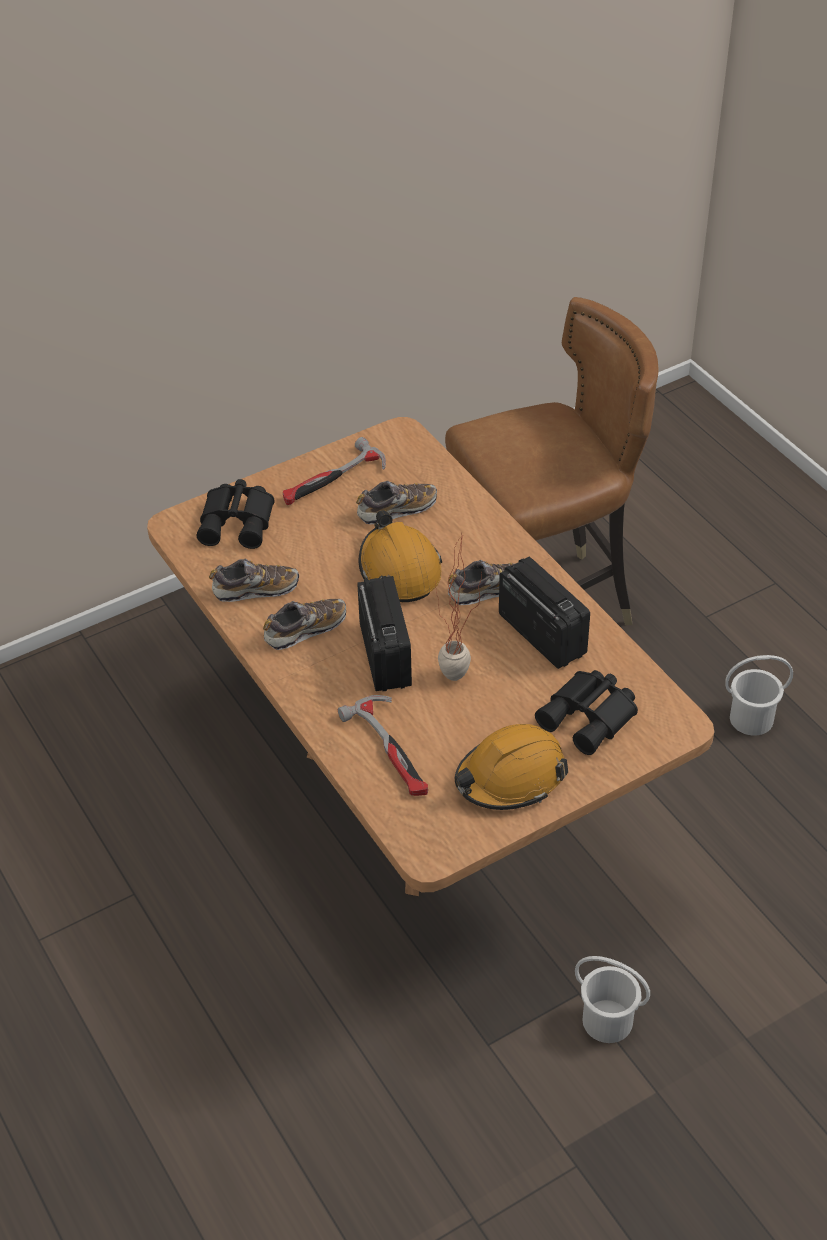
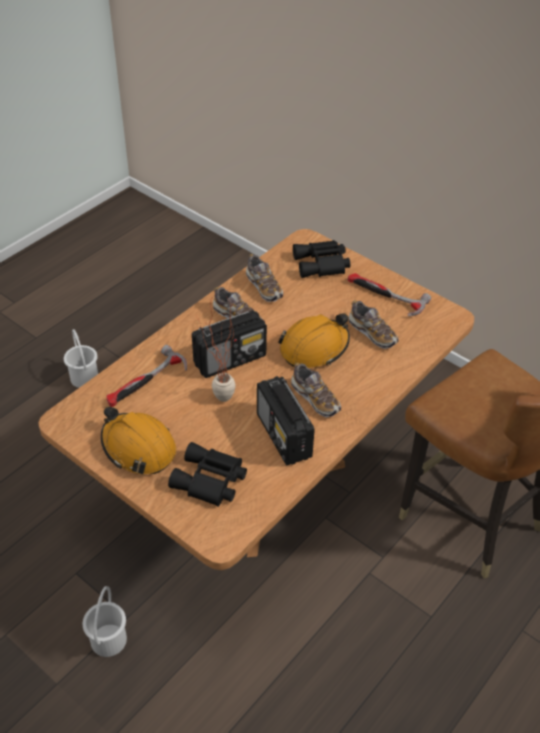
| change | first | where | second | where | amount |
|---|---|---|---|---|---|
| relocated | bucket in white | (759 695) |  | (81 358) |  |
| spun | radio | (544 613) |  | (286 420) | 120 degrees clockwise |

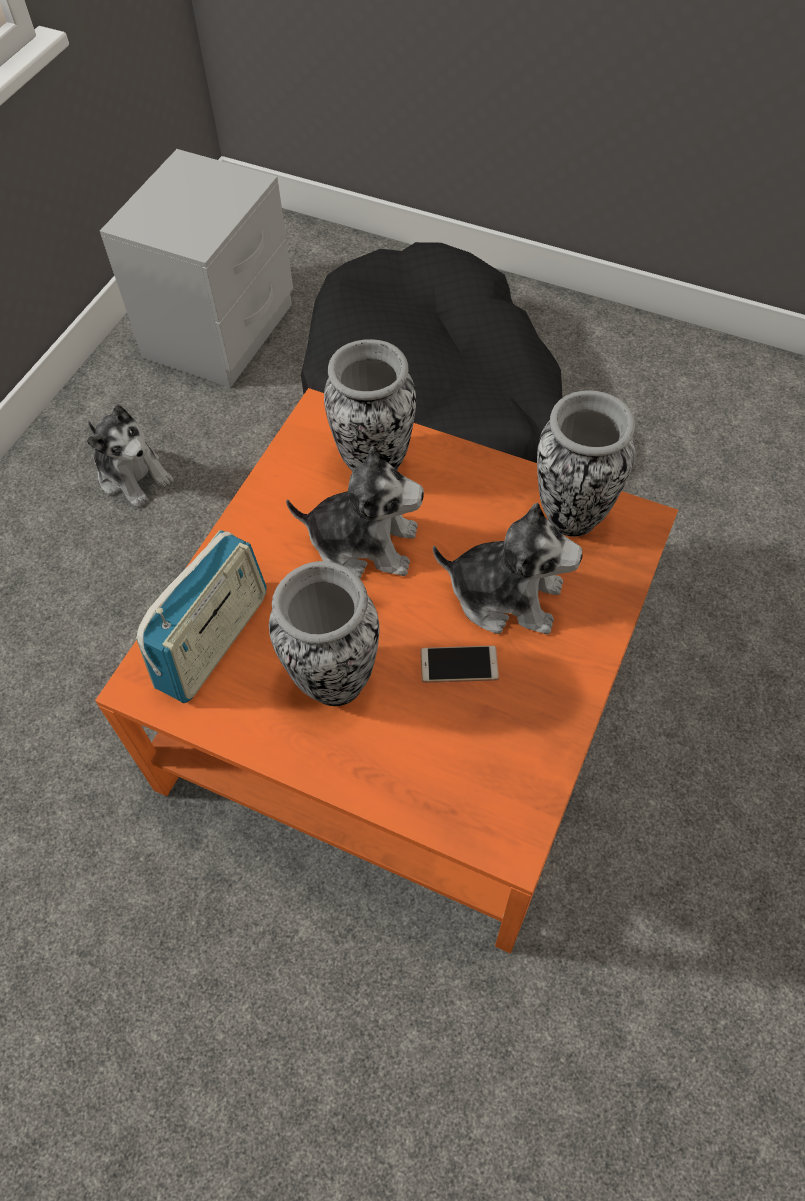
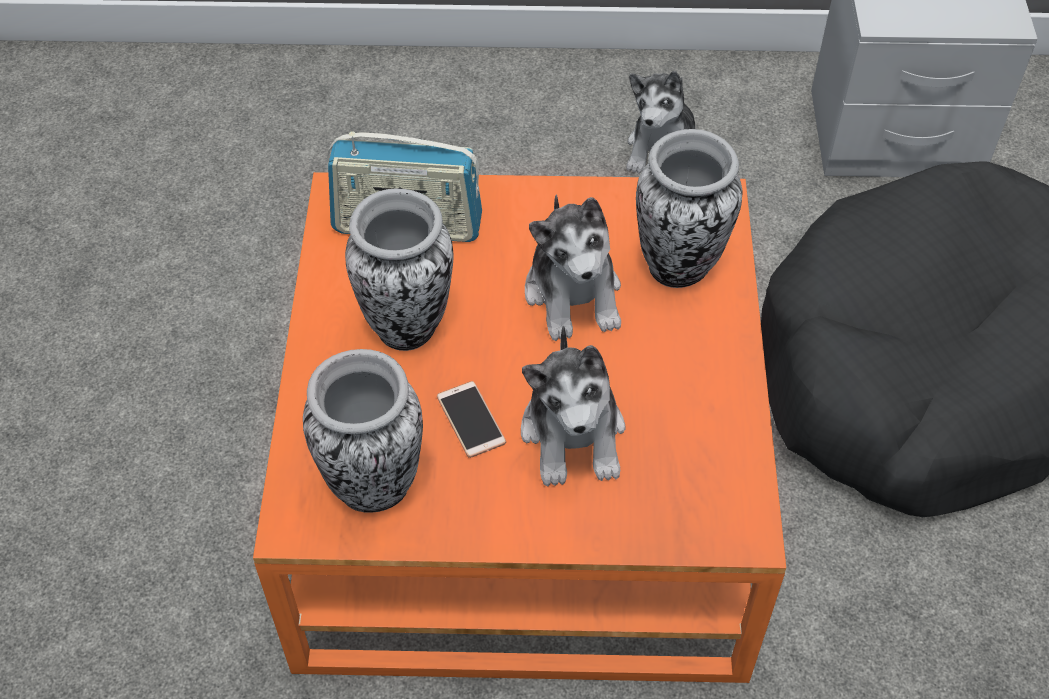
| change | first | where | second | where | amount |
|---|---|---|---|---|---|
| relocated | vase | (586 463) |  | (363 431) |  |

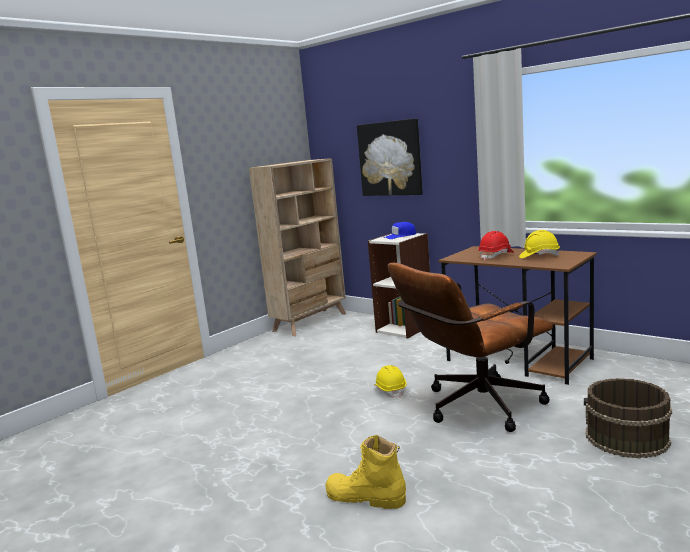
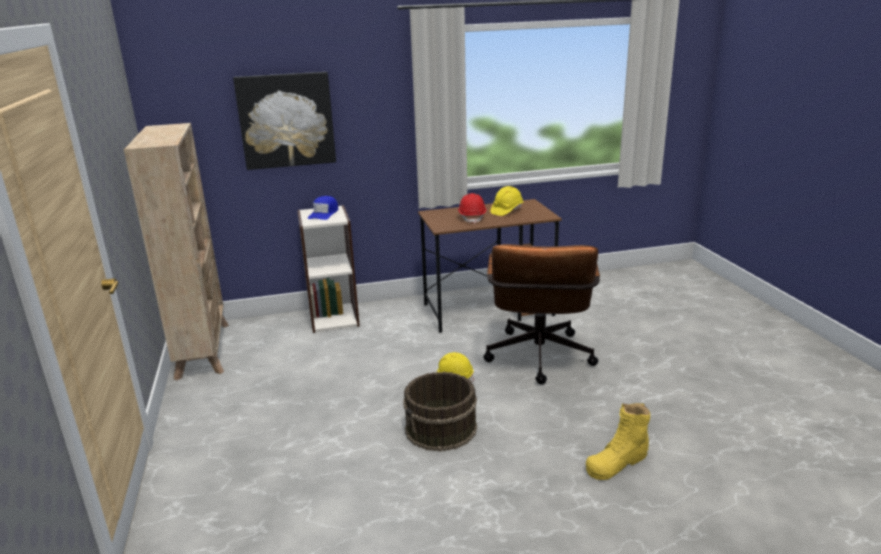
| change | first | where | second | where | amount |
|---|---|---|---|---|---|
| relocated | bucket in brown | (628 418) |  | (440 412) |  |

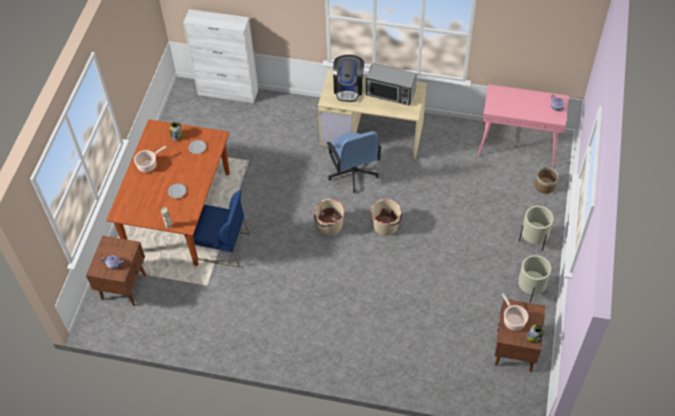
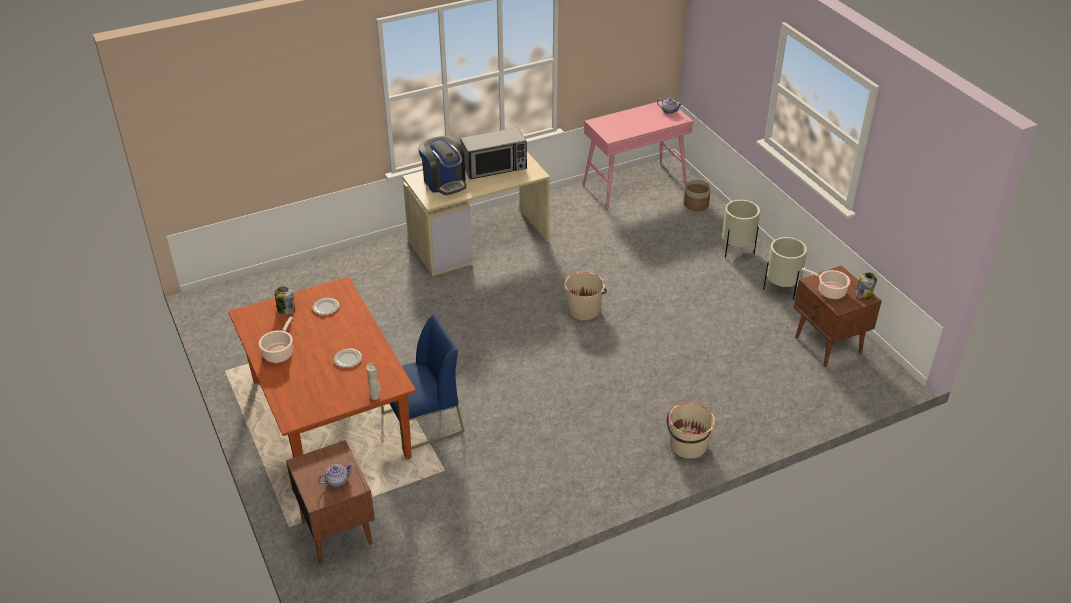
| change | first | where | second | where | amount |
|---|---|---|---|---|---|
| missing | cabinet in white | (220 56) |  |  |  |
| missing | office chair in blue | (354 161) |  |  |  |
| relocated | bucket in beige | (329 217) |  | (691 430) |  |

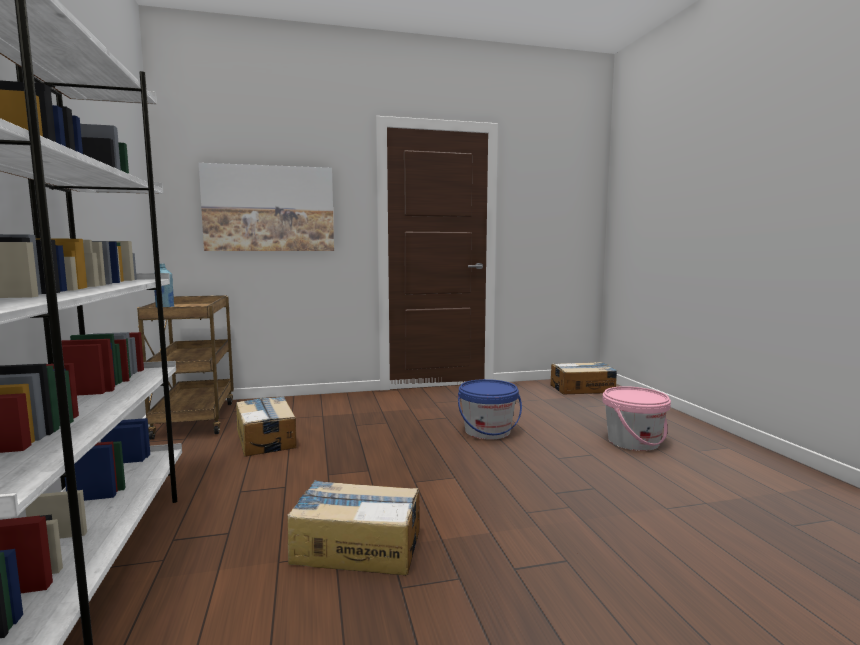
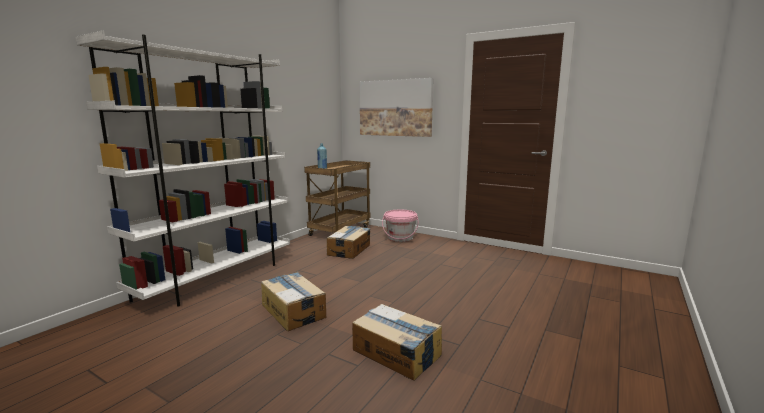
| change | first | where | second | where | amount |
|---|---|---|---|---|---|
| missing | bucket in blue | (490 409) |  |  |  |
| relocated | cardboard box | (584 378) |  | (397 342) |  |
| relocated | bucket in pink | (636 418) |  | (400 226) |  |

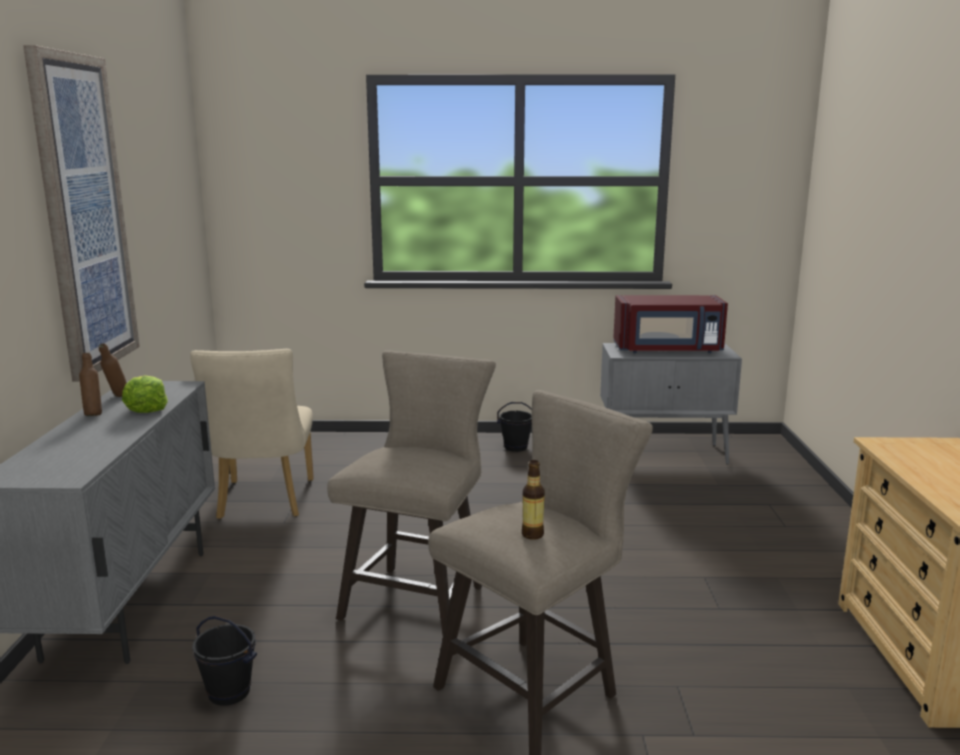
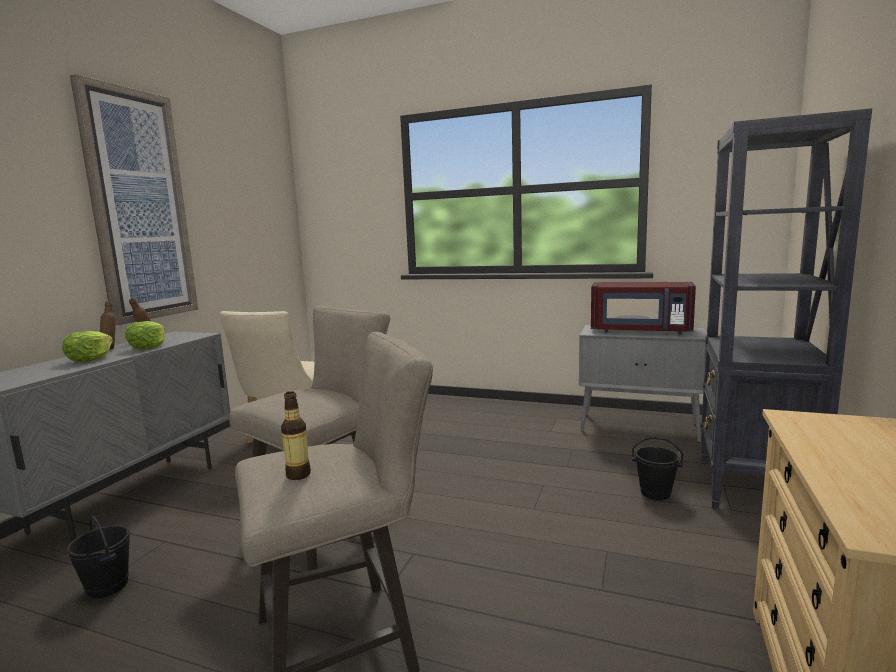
| change | first | where | second | where | amount |
|---|---|---|---|---|---|
| appeared |  |  | lettuce | (87 346) |  |
| appeared |  |  | bookcase in black | (786 308) |  |
| relocated | bucket in black | (514 427) |  | (657 468) |  |

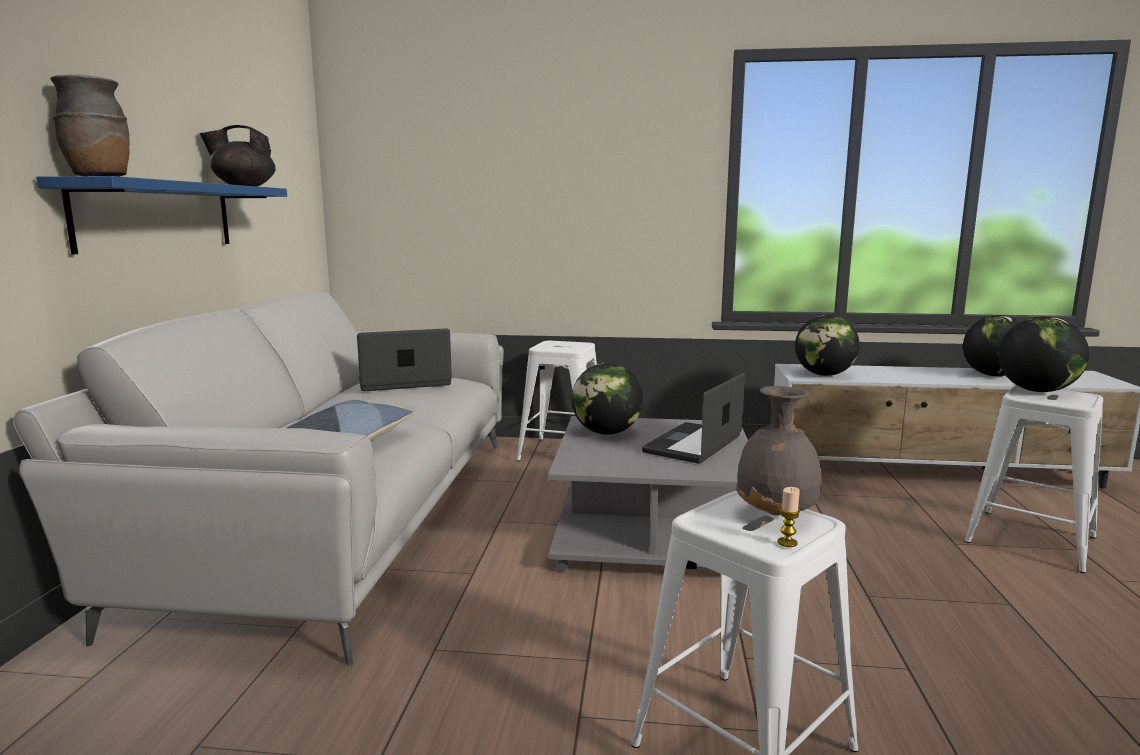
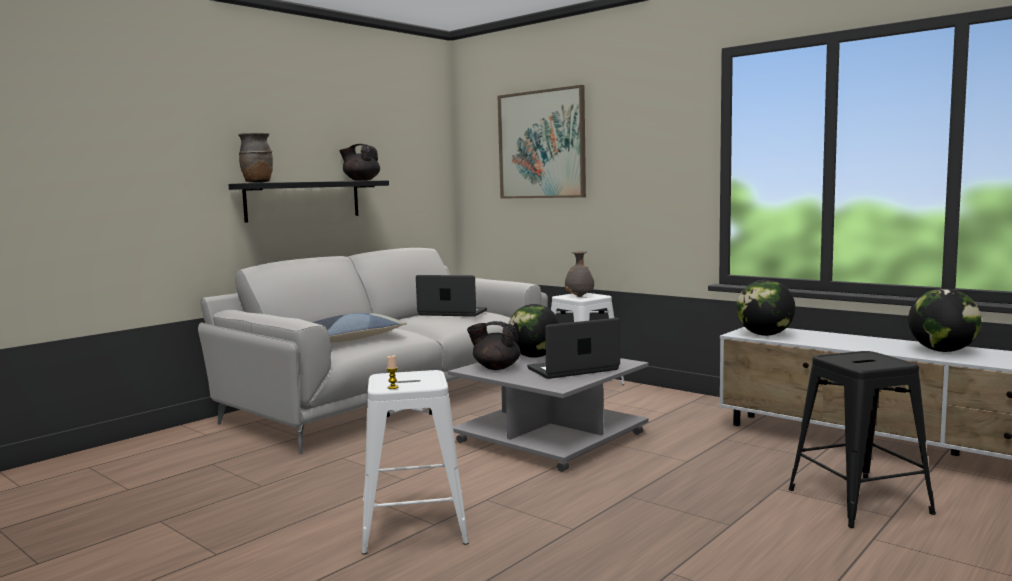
| change | first | where | second | where | amount |
|---|---|---|---|---|---|
| missing | globe | (1043 354) |  |  |  |
| appeared |  |  | teapot in black | (494 345) |  |
| appeared |  |  | picture | (542 142) |  |
| relocated | vase in grey | (779 450) |  | (579 274) |  |
| colour | shelf in blue | (161 215) | shelf in black | (308 201) |  |
| colour | stool in white | (1034 479) | stool in black | (862 439) |  |

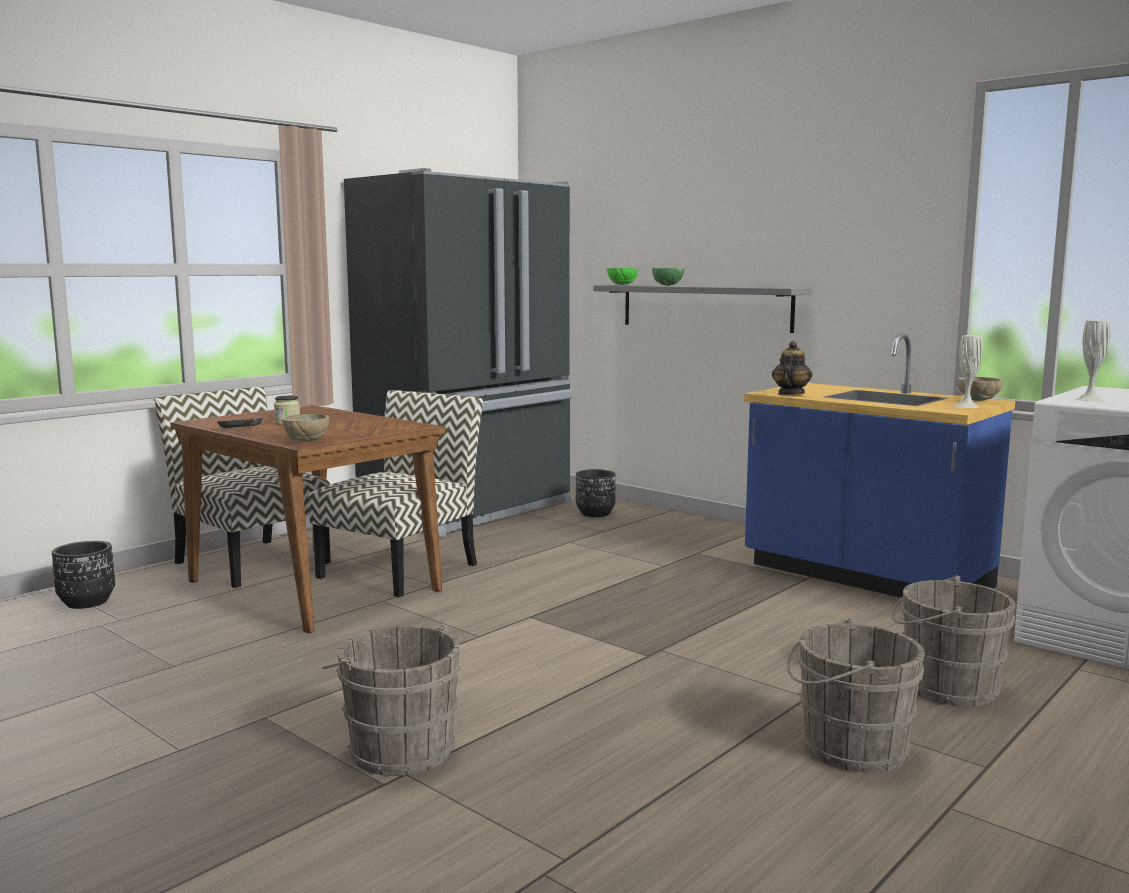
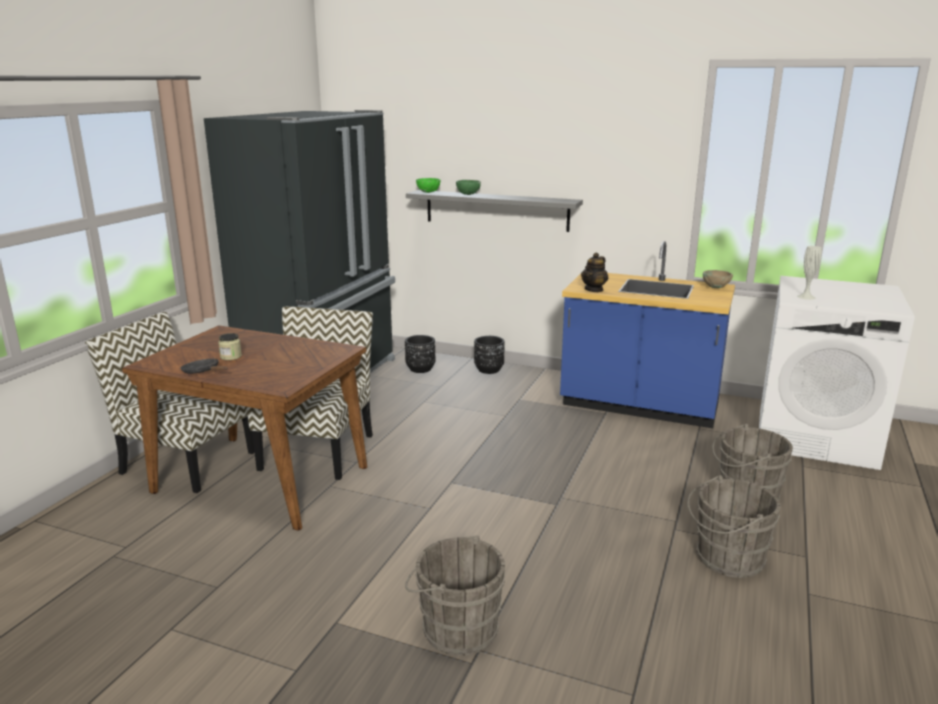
| change | first | where | second | where | amount |
|---|---|---|---|---|---|
| missing | bowl in beige | (305 428) |  |  |  |
| missing | vase in white | (968 371) |  |  |  |
| relocated | planter in black | (83 575) |  | (489 355) |  |
| spun | teapot | (792 368) |  | (594 272) | 150 degrees counterclockwise |

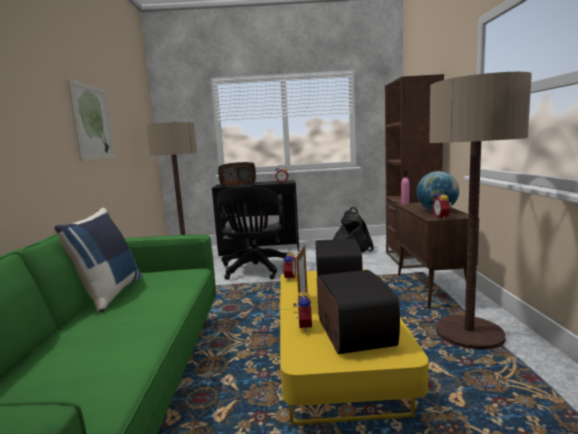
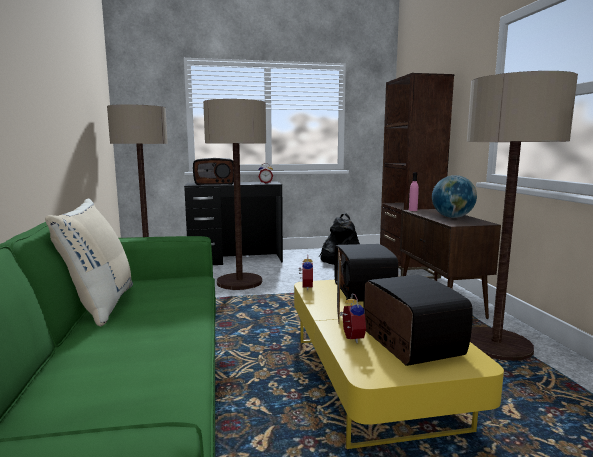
| change | first | where | second | where | amount |
|---|---|---|---|---|---|
| missing | picture | (91 119) |  |  |  |
| missing | alarm clock | (442 204) |  |  |  |
| exchanged | office chair in black | (255 233) | floor lamp | (234 194) |  |
| colour | pillow in blue | (98 260) | pillow in beige | (89 262) |  |

